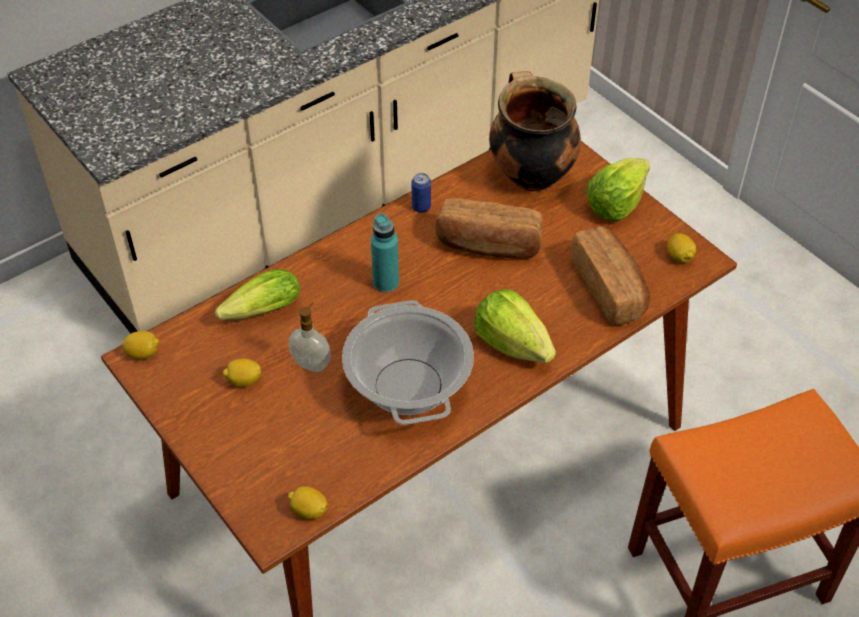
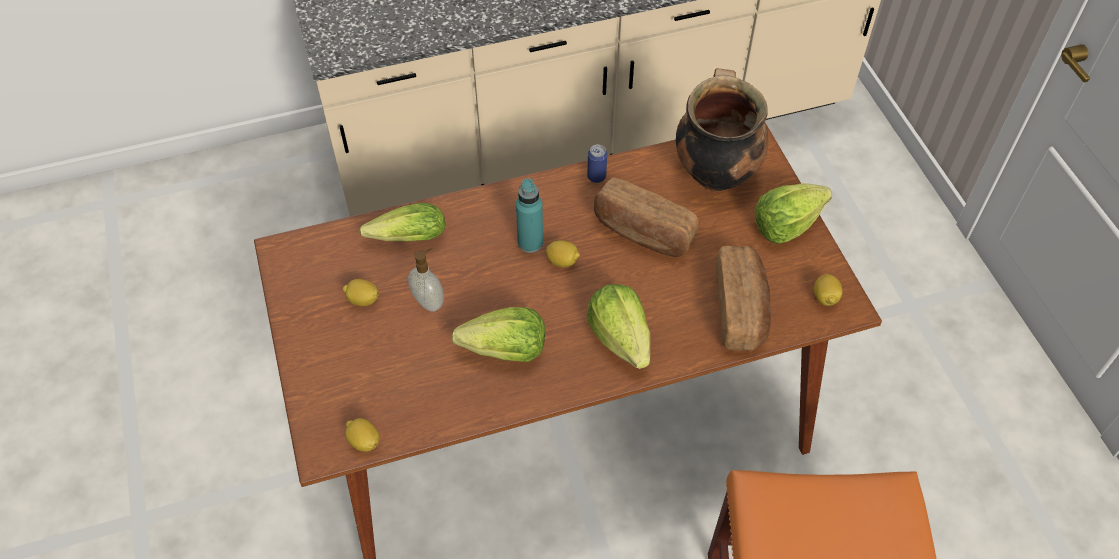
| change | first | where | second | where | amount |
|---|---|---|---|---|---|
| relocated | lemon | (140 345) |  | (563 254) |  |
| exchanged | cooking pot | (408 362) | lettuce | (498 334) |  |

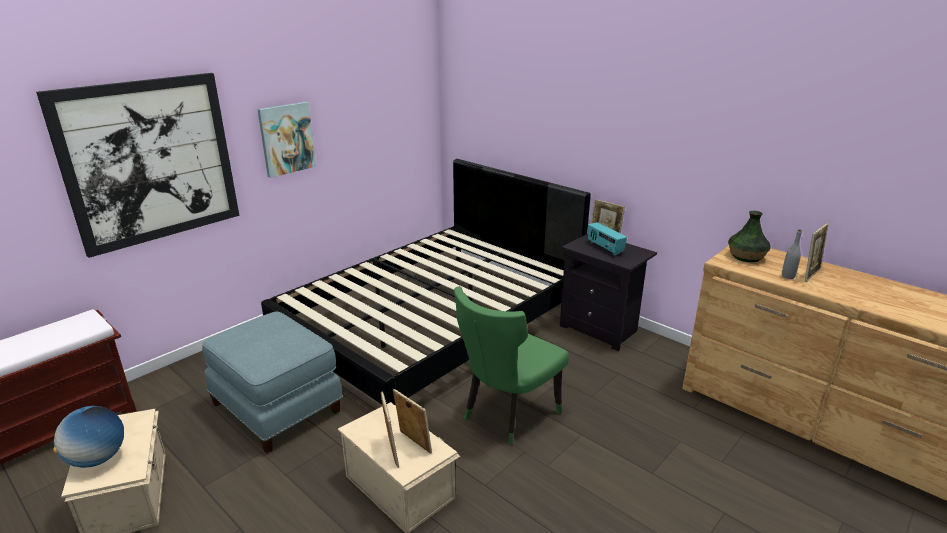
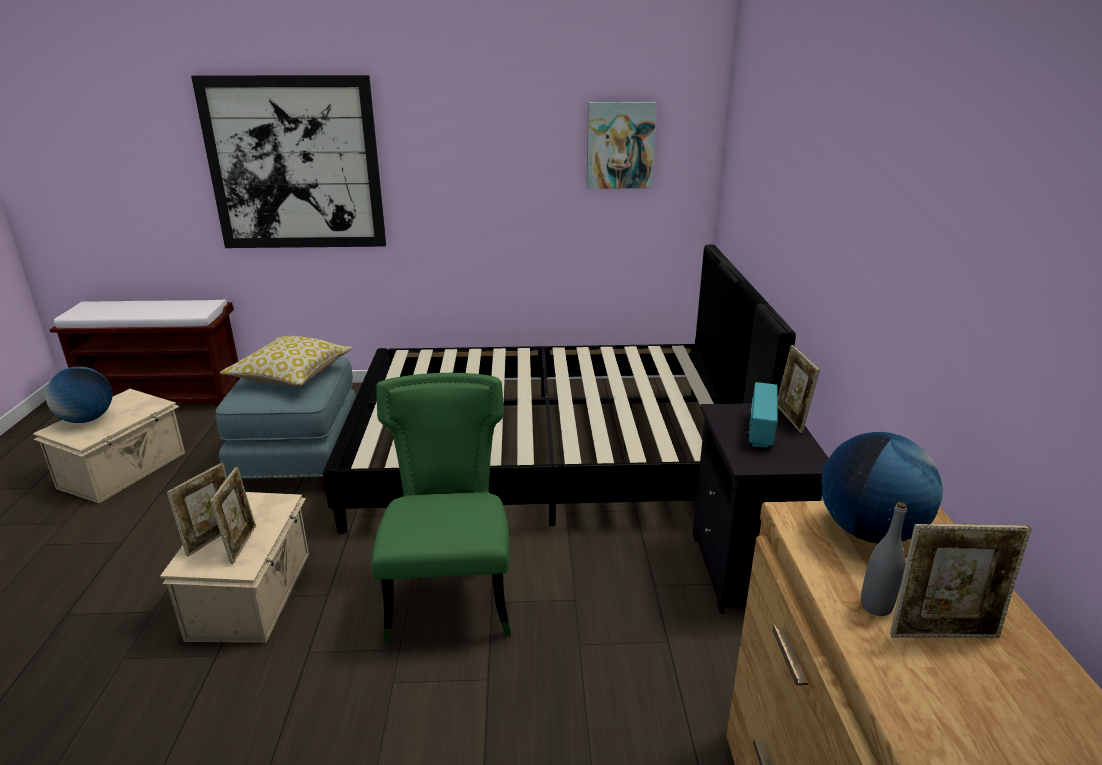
| change | first | where | second | where | amount |
|---|---|---|---|---|---|
| appeared |  |  | pillow | (286 361) |  |
| relocated | picture | (286 140) |  | (622 145) |  |
| exchanged | vase | (749 236) | globe | (882 487) |  |
| spun | chair in green | (511 366) |  | (441 508) | 90 degrees clockwise |

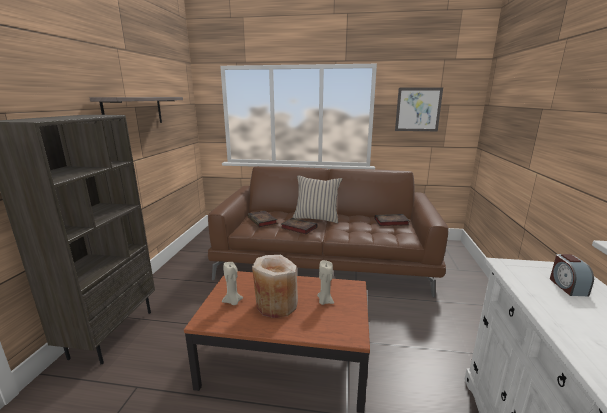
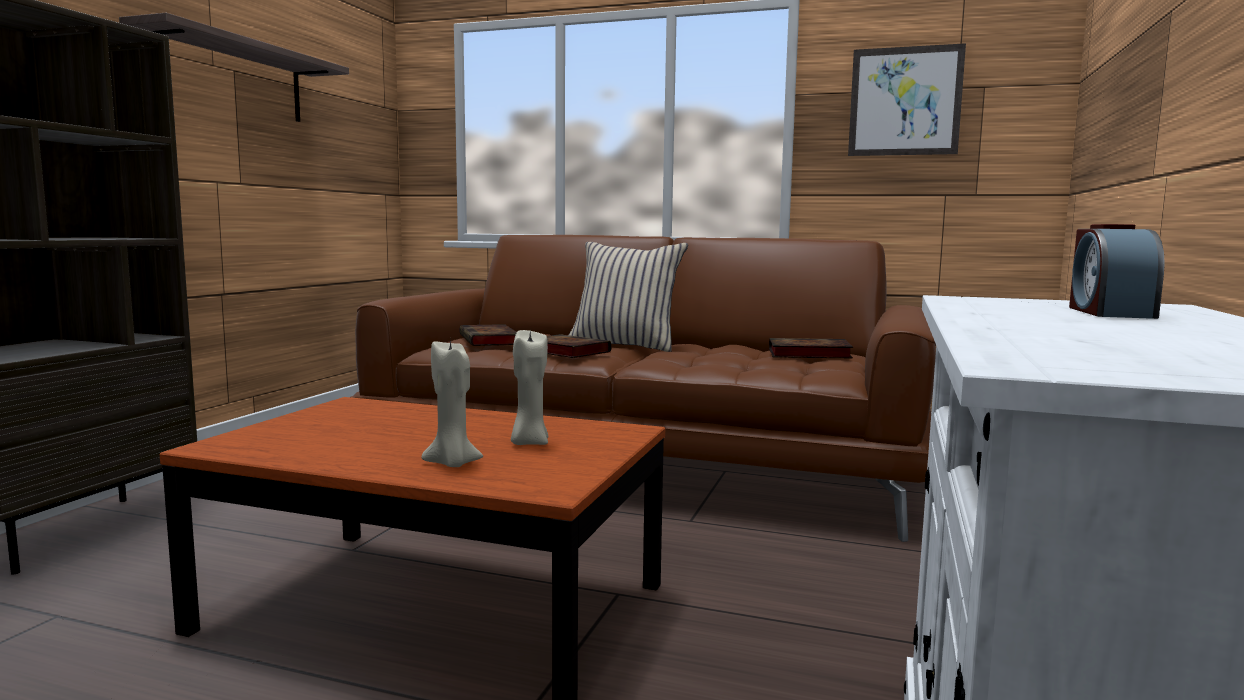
| change | first | where | second | where | amount |
|---|---|---|---|---|---|
| missing | vase in beige | (275 286) |  |  |  |
| relocated | candle in beige | (232 283) |  | (452 403) |  |

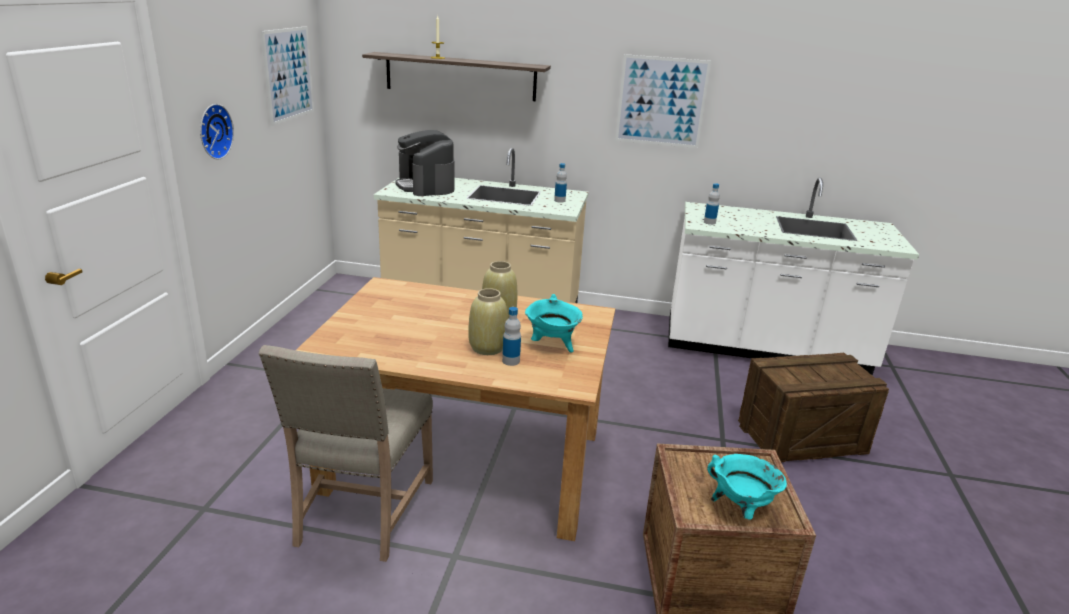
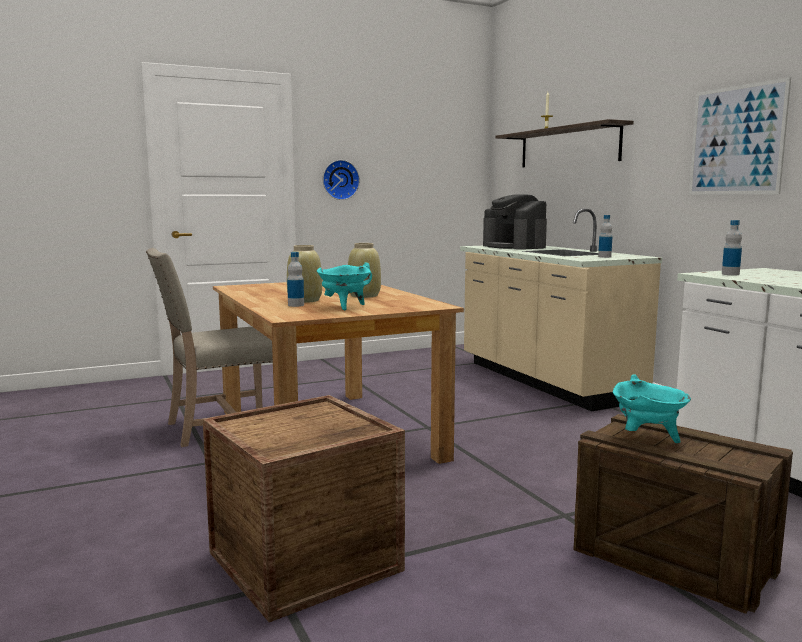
| change | first | where | second | where | amount |
|---|---|---|---|---|---|
| missing | picture | (287 76) |  |  |  |
| relocated | cooking pot in turquoise | (747 487) |  | (652 408) |  |
| spun | coffee machine | (425 163) |  | (515 222) | 60 degrees counterclockwise |

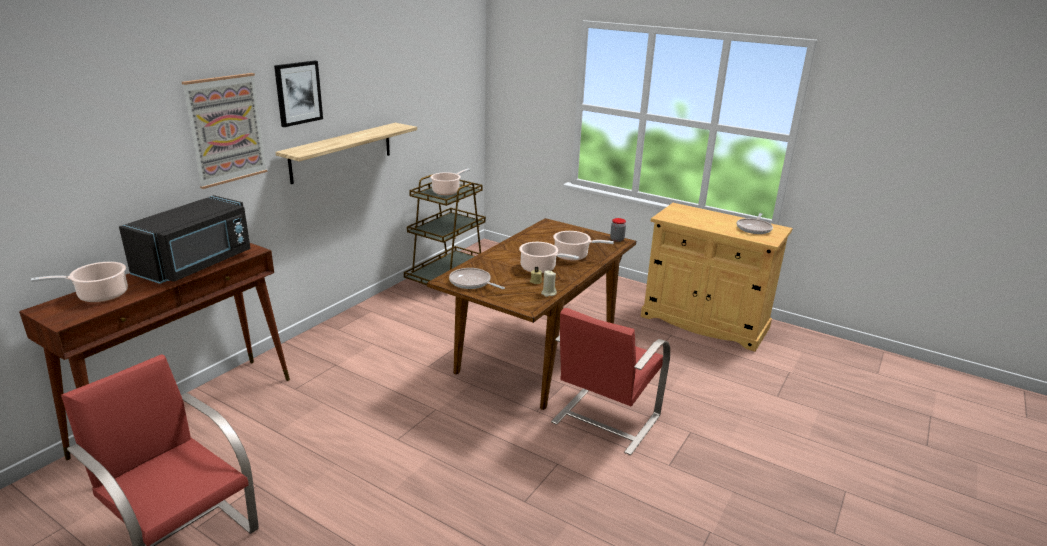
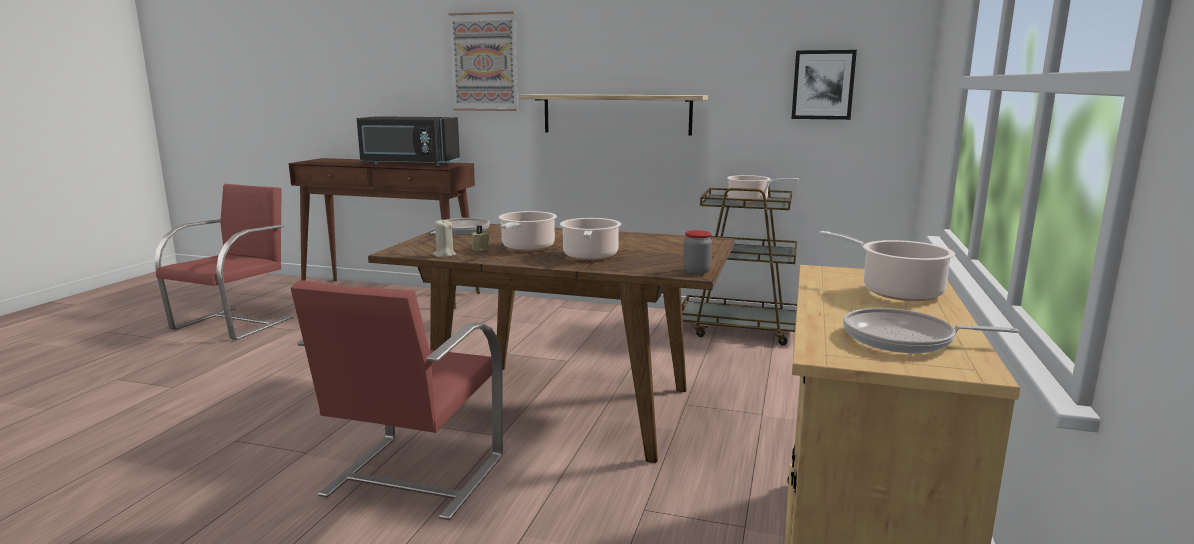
| change | first | where | second | where | amount |
|---|---|---|---|---|---|
| relocated | cooking pot | (79 282) |  | (887 266) |  |
| relocated | picture | (298 94) |  | (824 85) |  |
| spun | chair in red | (610 381) |  | (397 400) | 90 degrees counterclockwise |

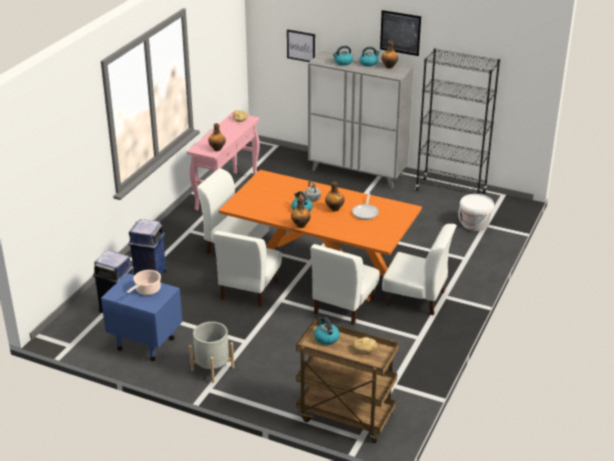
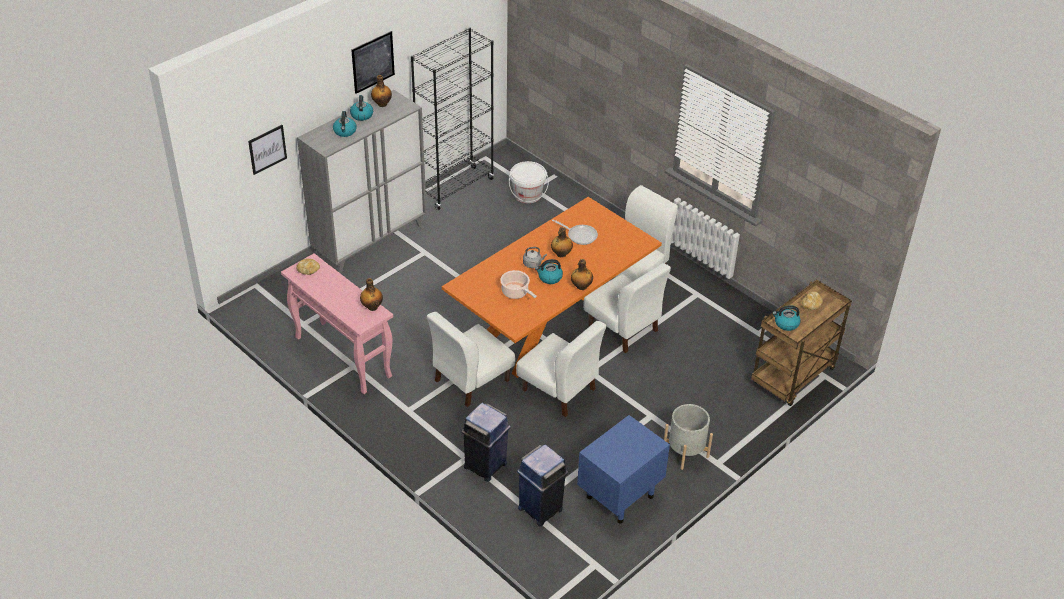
| change | first | where | second | where | amount |
|---|---|---|---|---|---|
| relocated | cooking pot | (144 282) |  | (518 284) |  |

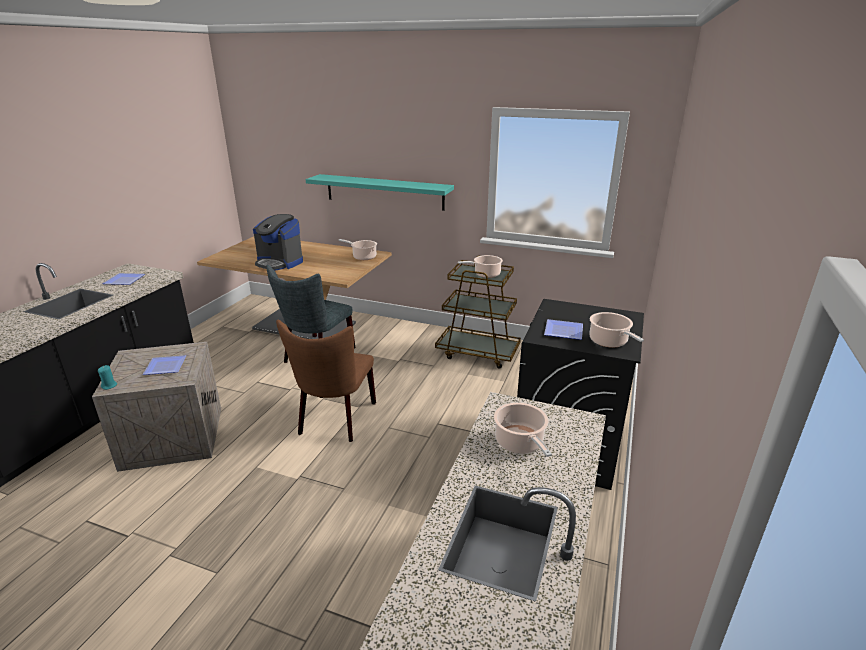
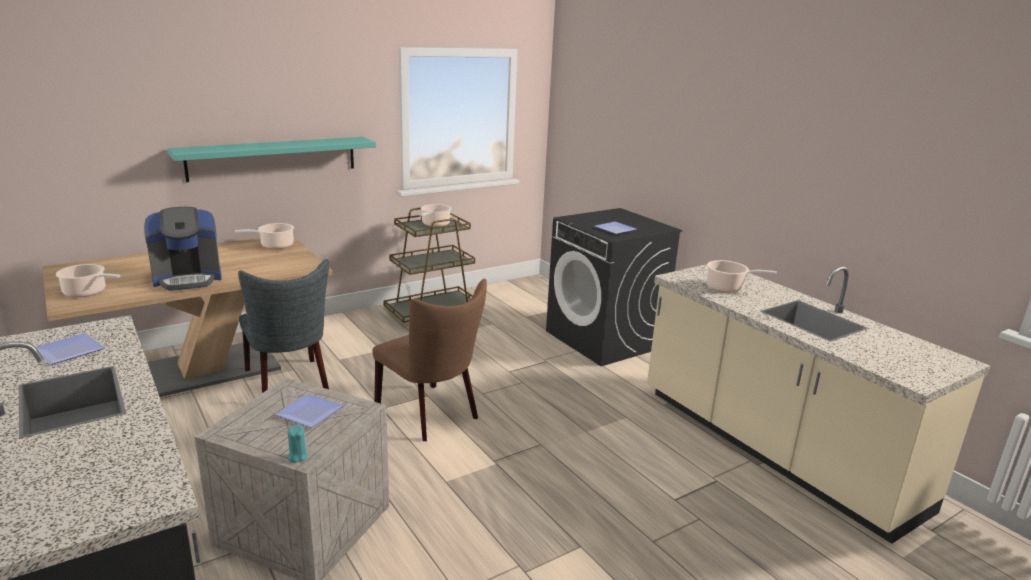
| change | first | where | second | where | amount |
|---|---|---|---|---|---|
| relocated | cooking pot | (616 330) |  | (88 280) |  |

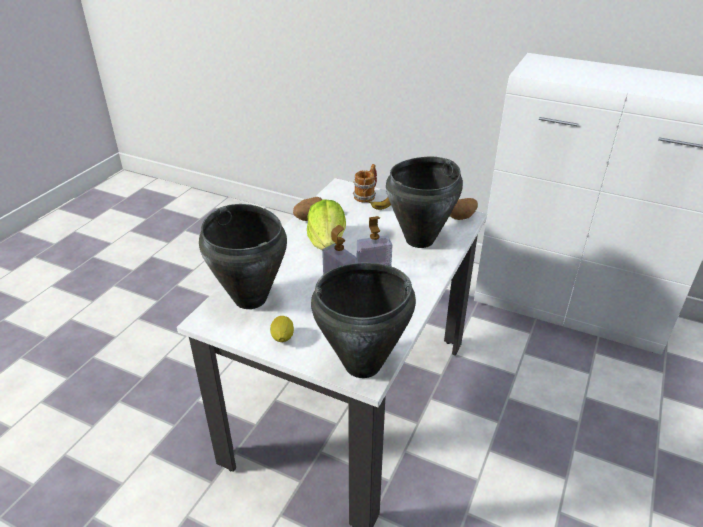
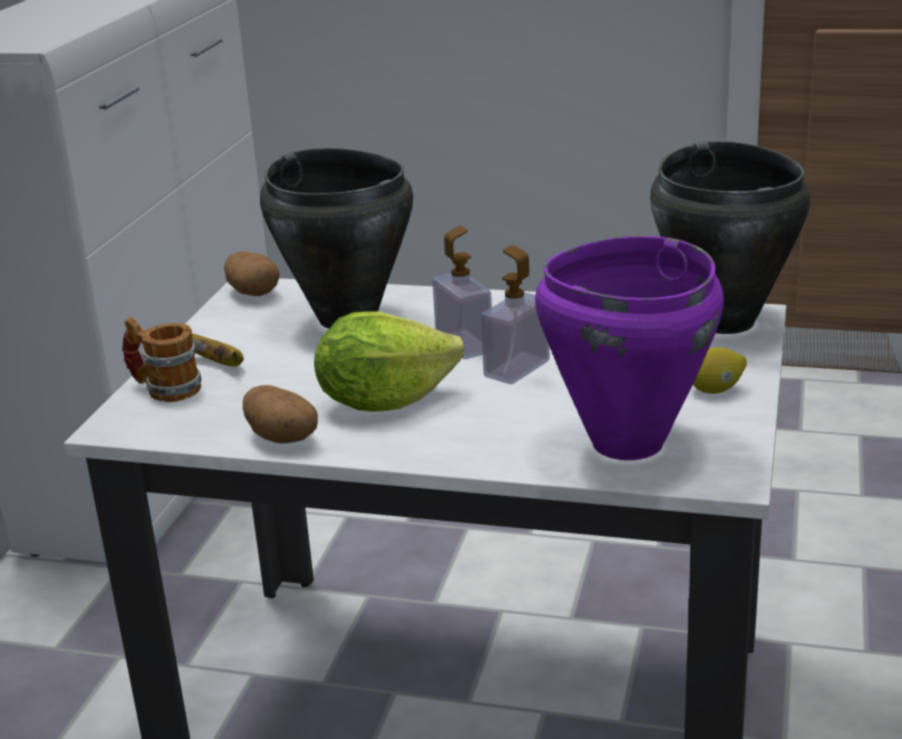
| change | first | where | second | where | amount |
|---|---|---|---|---|---|
| colour | cooking pot in black | (243 256) | cooking pot in purple | (629 348) |  |

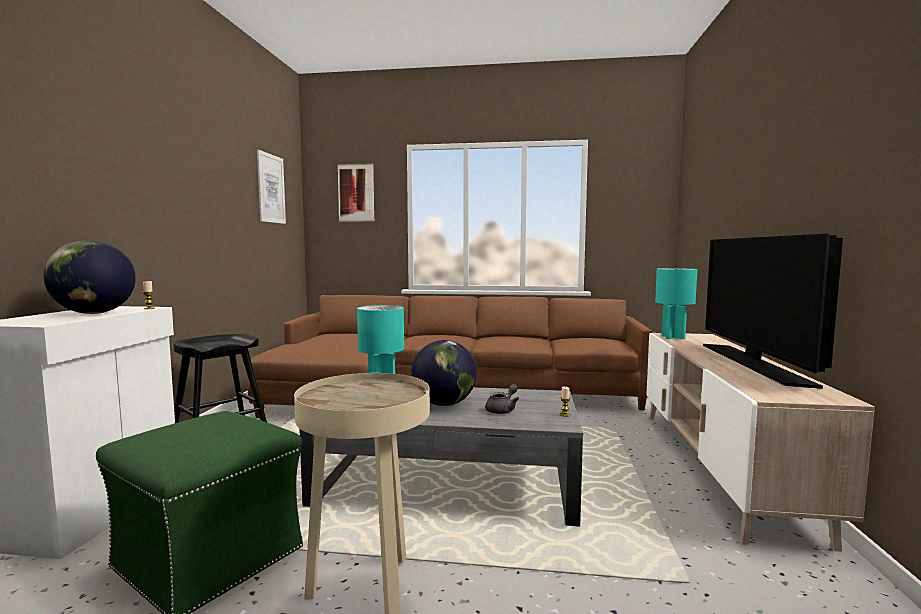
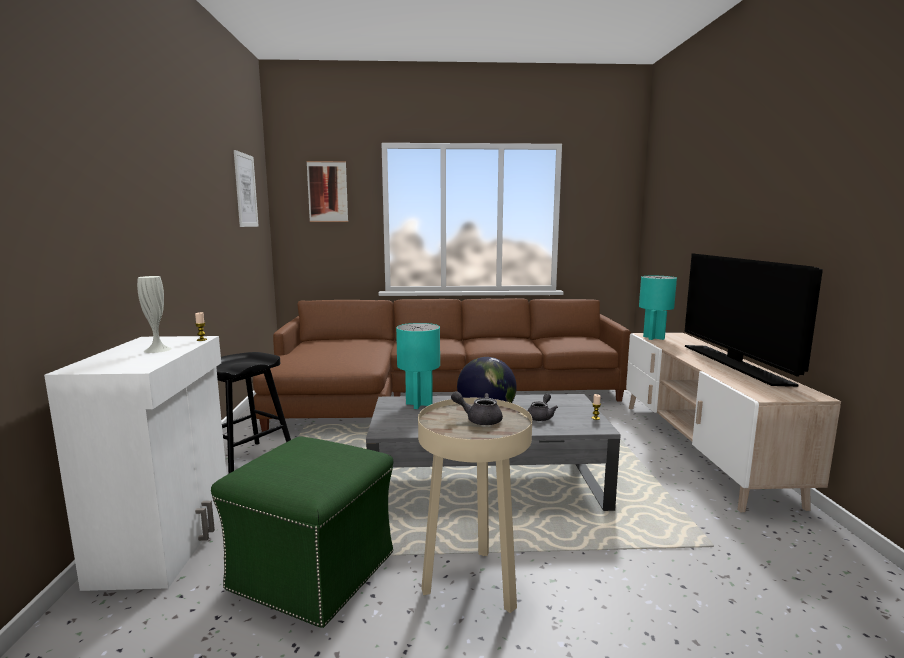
| change | first | where | second | where | amount |
|---|---|---|---|---|---|
| appeared |  |  | teapot in grey | (477 408) |  |
| exchanged | globe | (89 277) | vase in white | (154 314) |  |

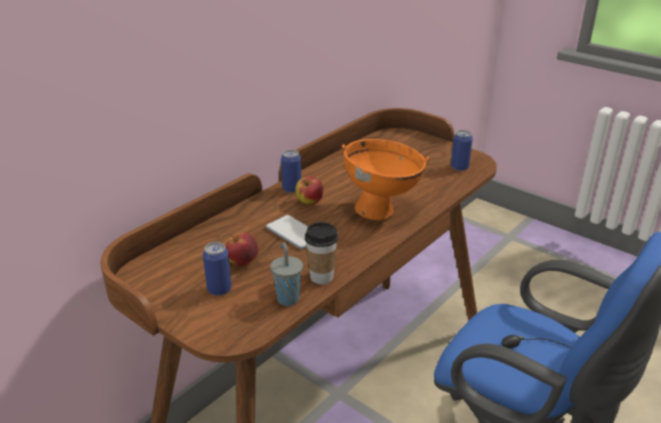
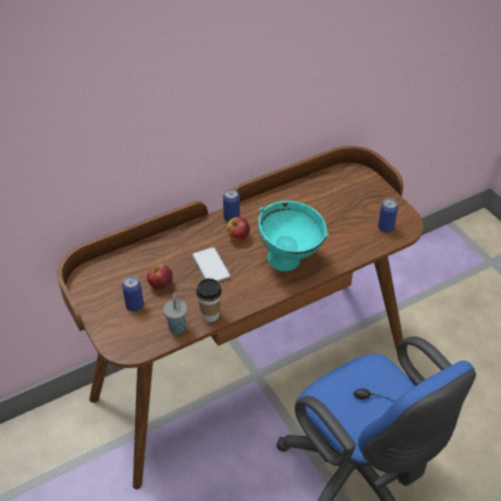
| change | first | where | second | where | amount |
|---|---|---|---|---|---|
| colour | bowl in orange | (386 180) | bowl in turquoise | (293 236) |  |

